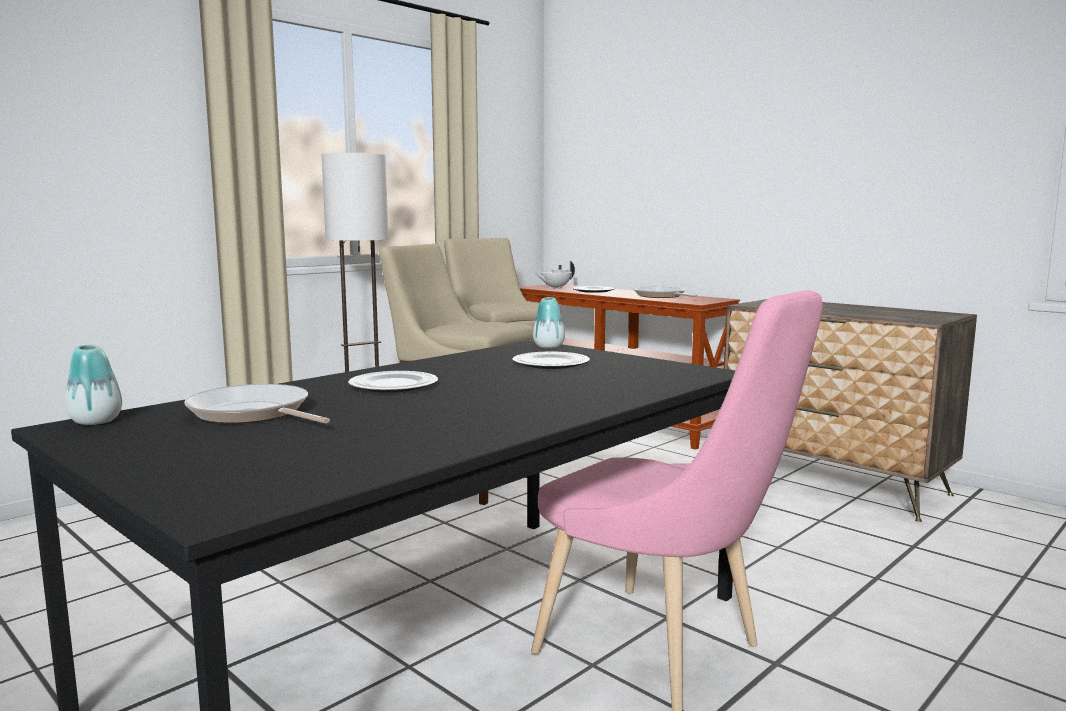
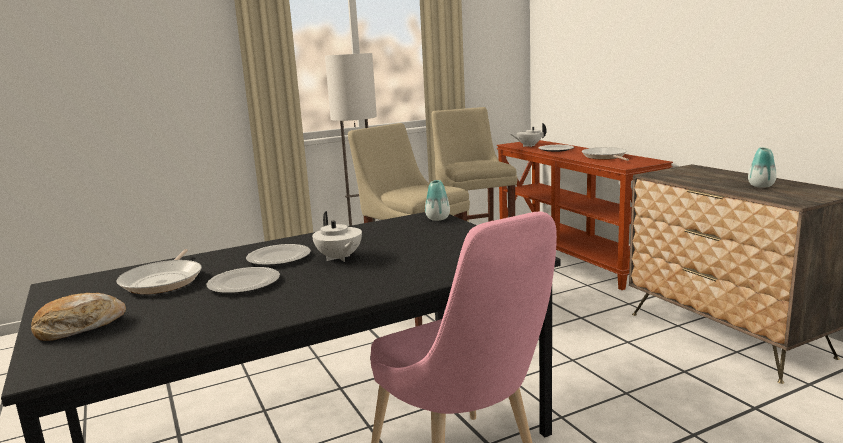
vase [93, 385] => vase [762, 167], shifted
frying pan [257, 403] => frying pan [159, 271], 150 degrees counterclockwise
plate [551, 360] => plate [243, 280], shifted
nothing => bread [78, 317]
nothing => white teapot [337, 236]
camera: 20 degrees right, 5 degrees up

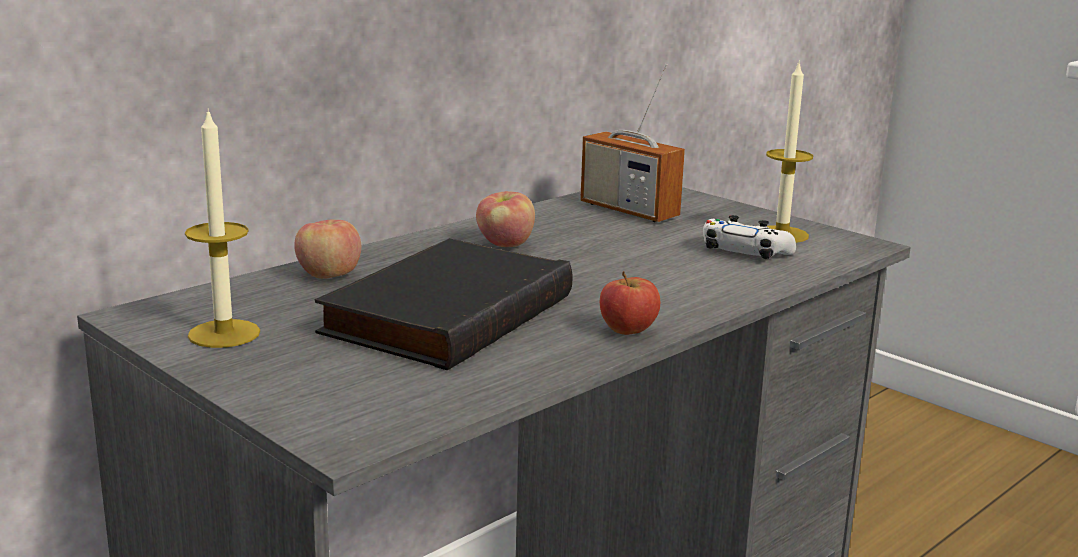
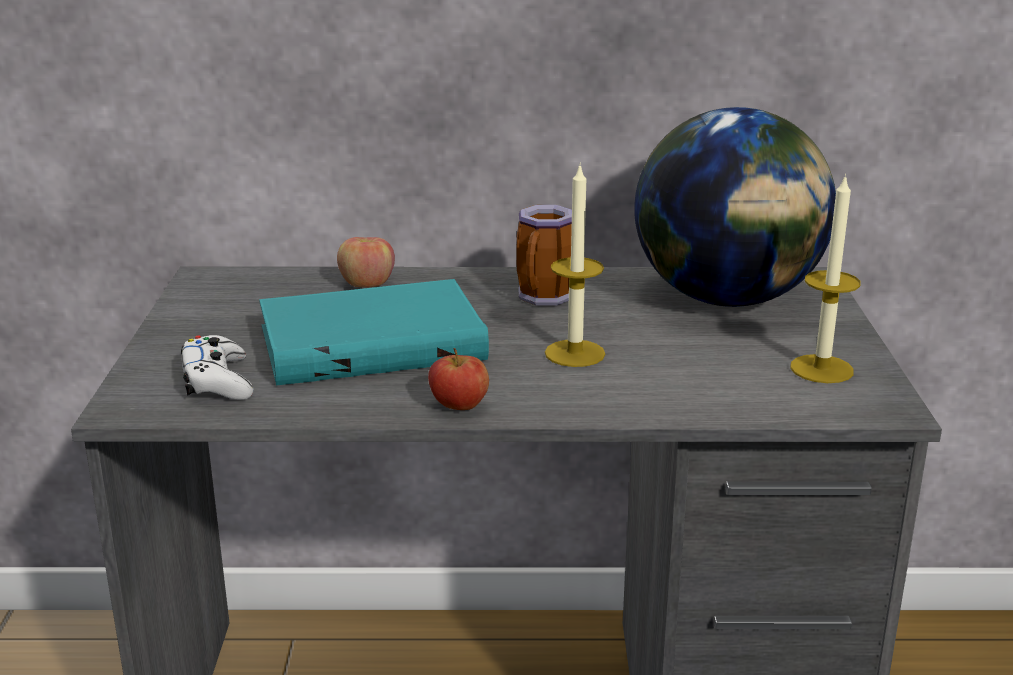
candle [222, 228] => candle [575, 265], shifted
black book [443, 304] => turquoise book [374, 332]
apple [505, 219] => mug [544, 255]
radio [632, 143] => globe [735, 207]
white game controller [749, 237] => white game controller [217, 367], shifted
camera: 45 degrees right, 5 degrees up

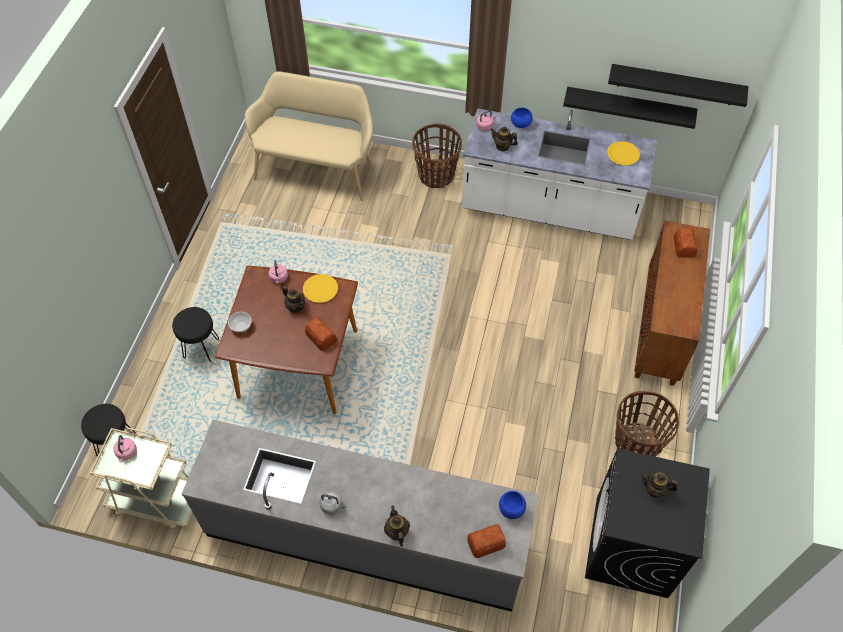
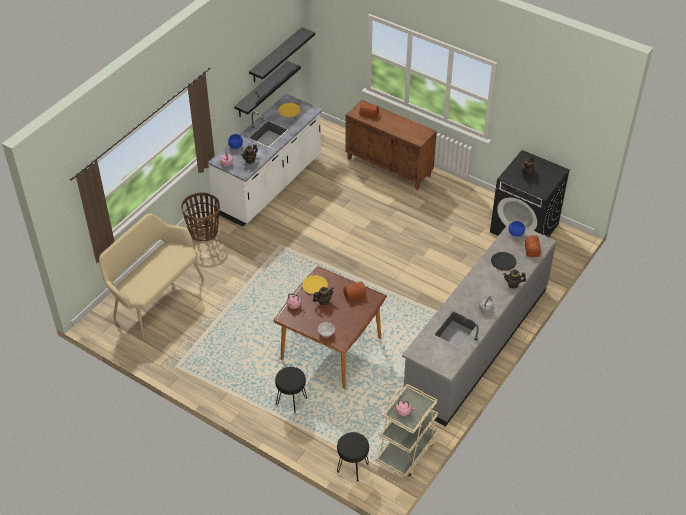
basket [647, 424] => nothing
nothing => black plate [503, 261]
camera: 70 degrees left, 10 degrees down

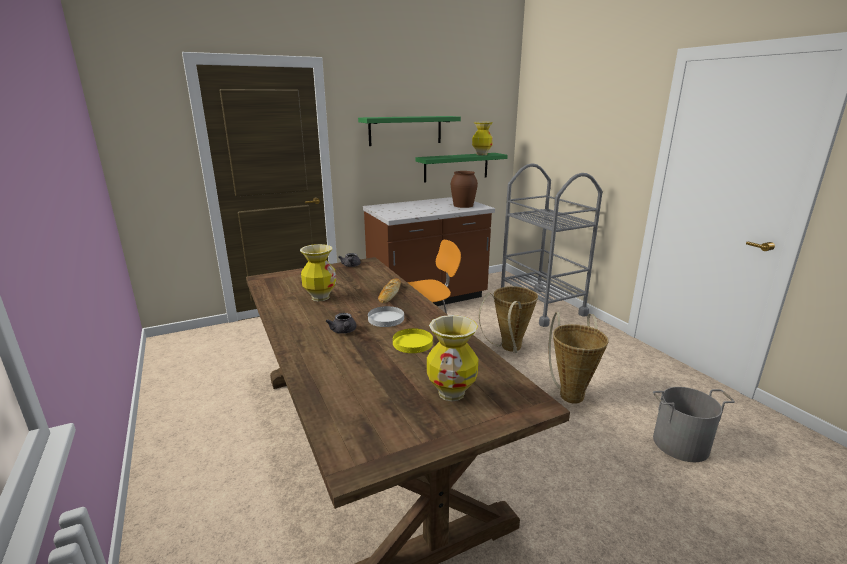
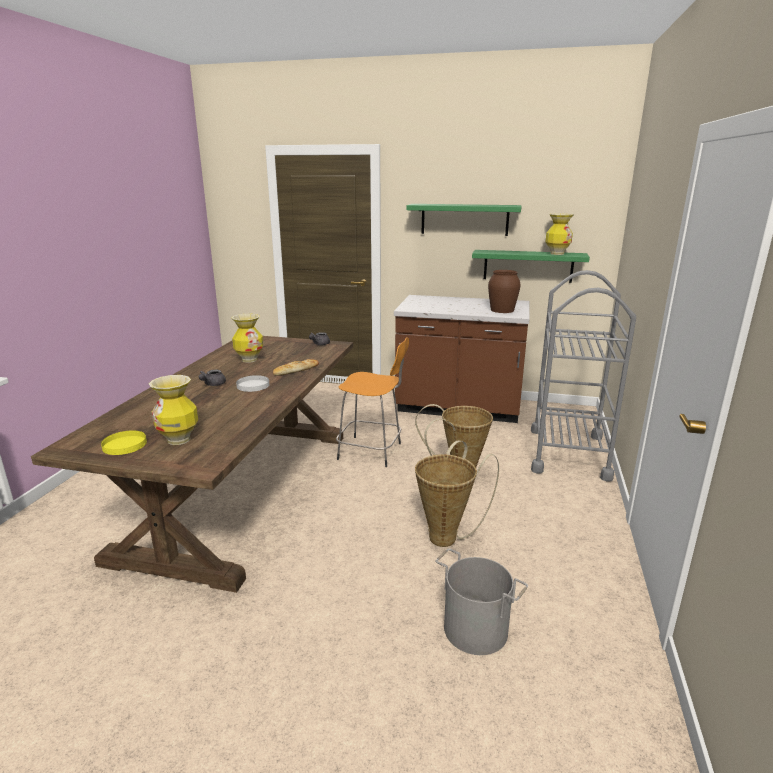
yellow plate [413, 340] => yellow plate [124, 442], shifted
camera: 40 degrees right, 0 degrees up

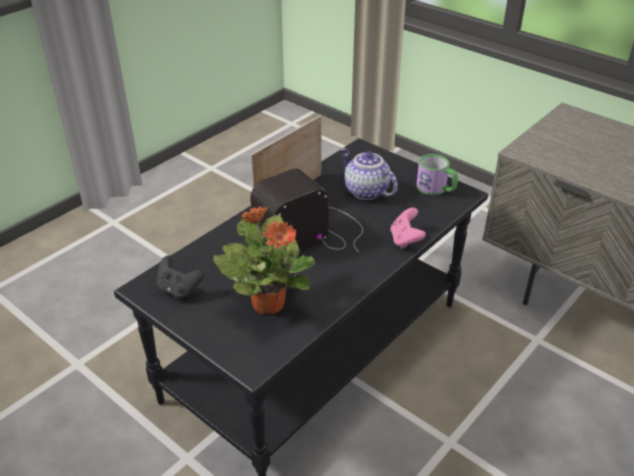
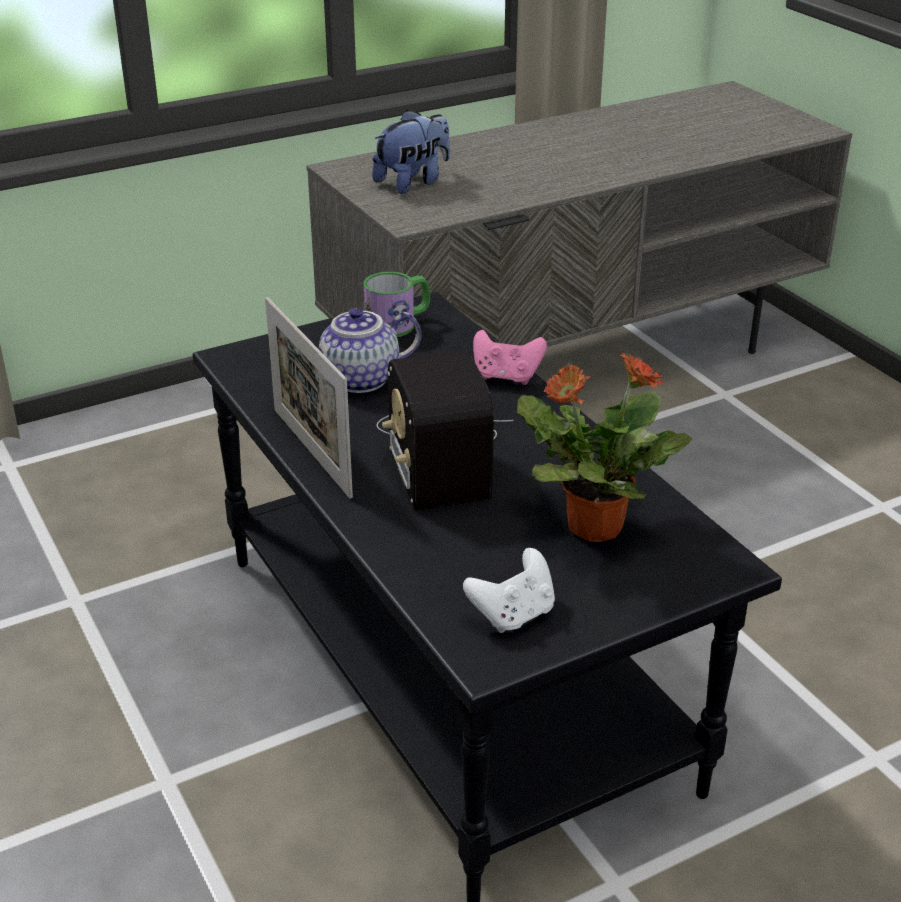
black game controller [180, 277] => white game controller [509, 590]
nothing => plush toy [411, 152]
camera: 70 degrees left, 5 degrees down

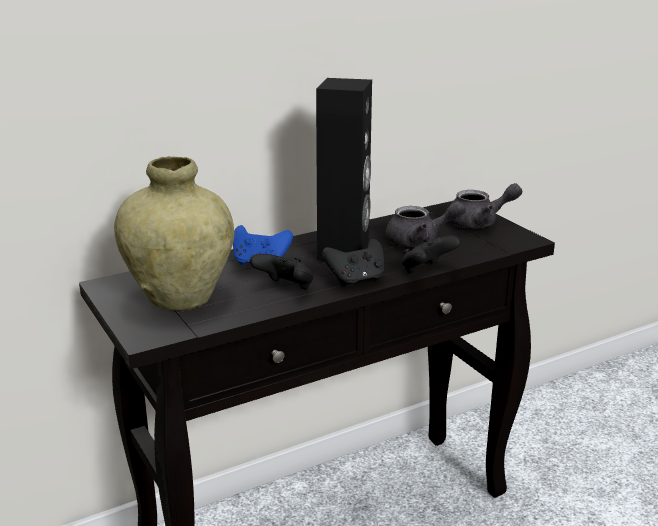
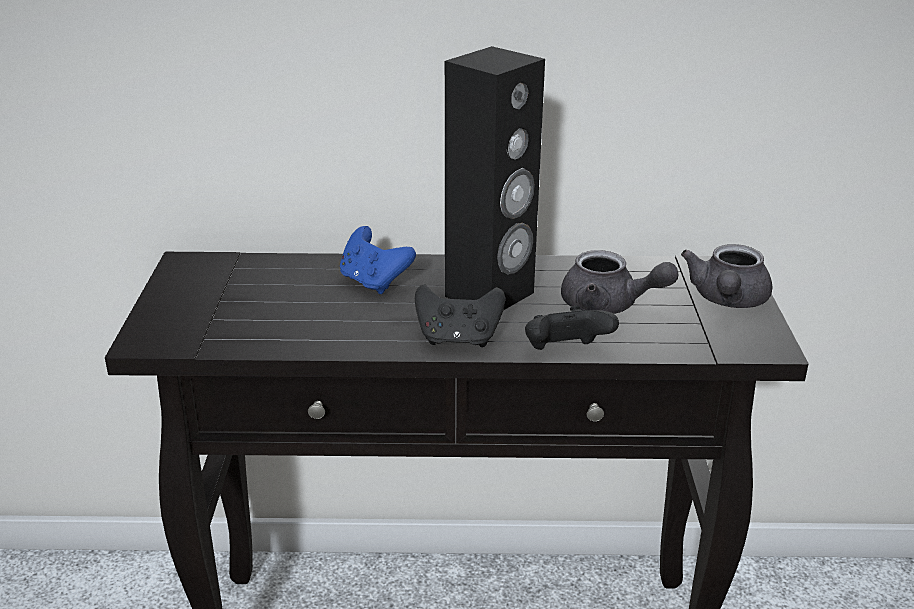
beige vase [174, 233] => nothing
black game controller [282, 271] => nothing
grey teapot [485, 206] => grey teapot [726, 276], 90 degrees clockwise
camera: 30 degrees right, 5 degrees up

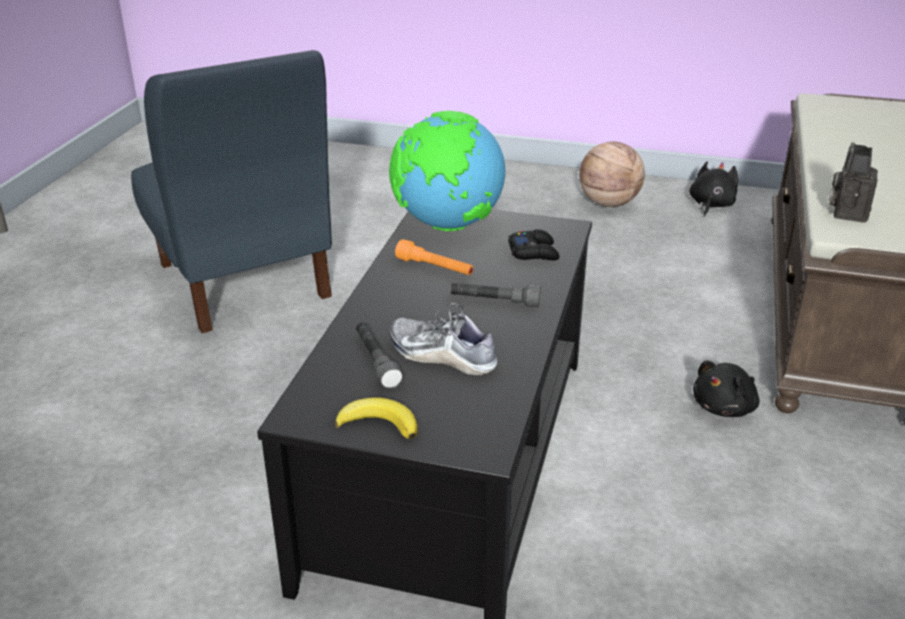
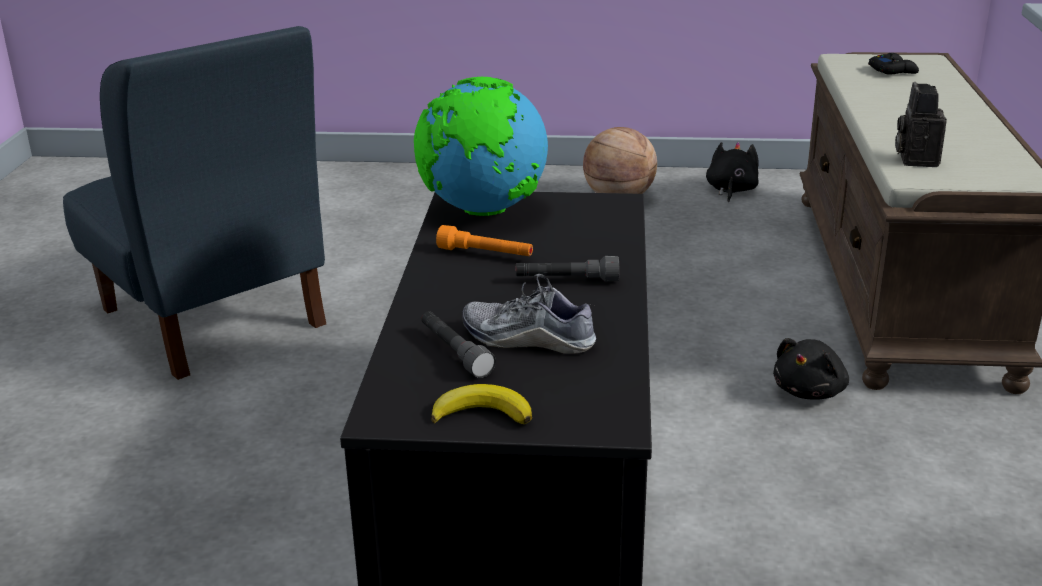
black game controller [534, 244] => black game controller [893, 64], shifted
camera: 10 degrees left, 5 degrees down

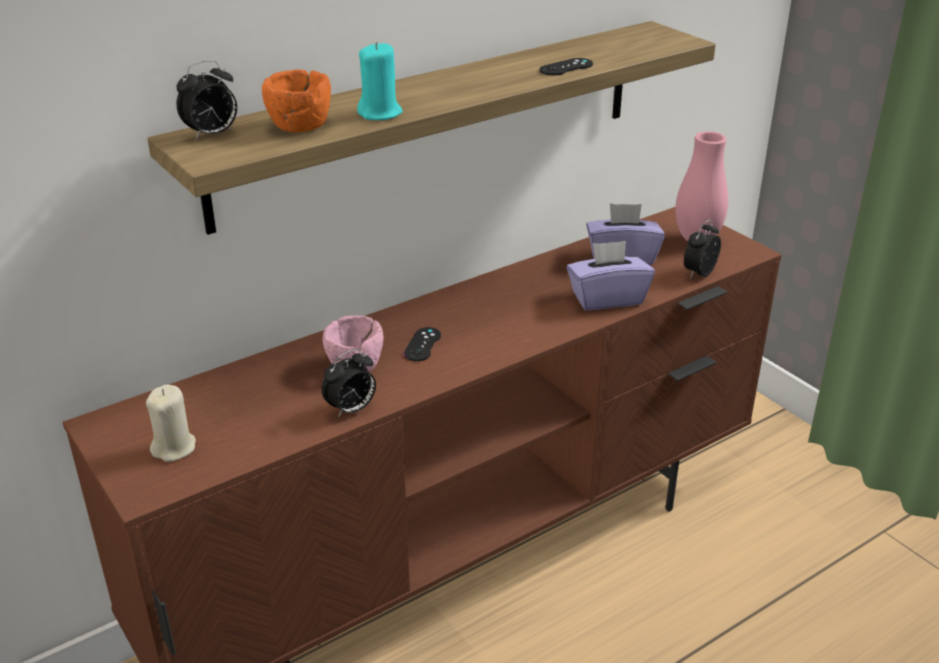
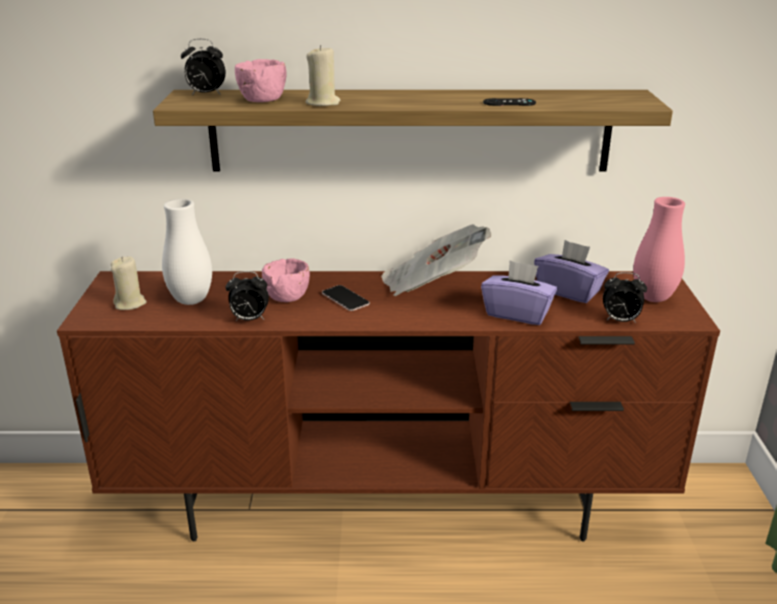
orange bowl [296, 101] => pink bowl [261, 80]
turquoise candle [380, 81] => beige candle [323, 75]
black game controller [422, 344] => phone [346, 298]
alarm clock [702, 249] => alarm clock [625, 297], 150 degrees counterclockwise
nothing => white vase [187, 252]
nothing => newspaper [436, 260]
camera: 35 degrees right, 5 degrees down

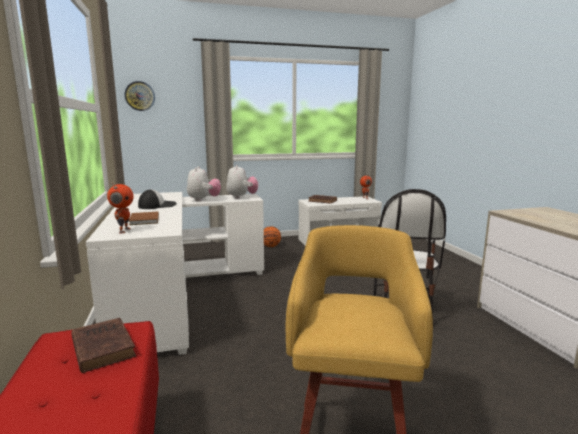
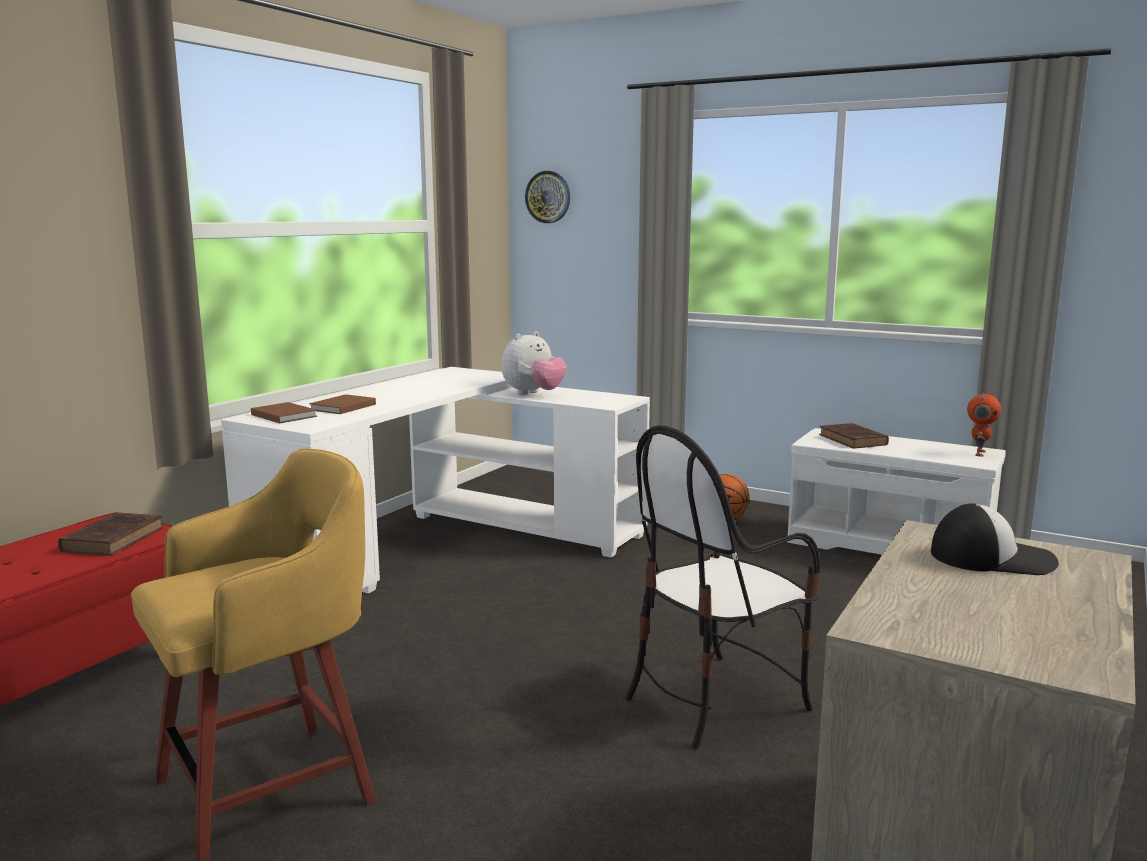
toy robot [120, 208] => brown book [284, 412]
cap [157, 199] => cap [995, 539], shifted
plush toy [242, 182] => nothing
camera: 45 degrees right, 0 degrees up

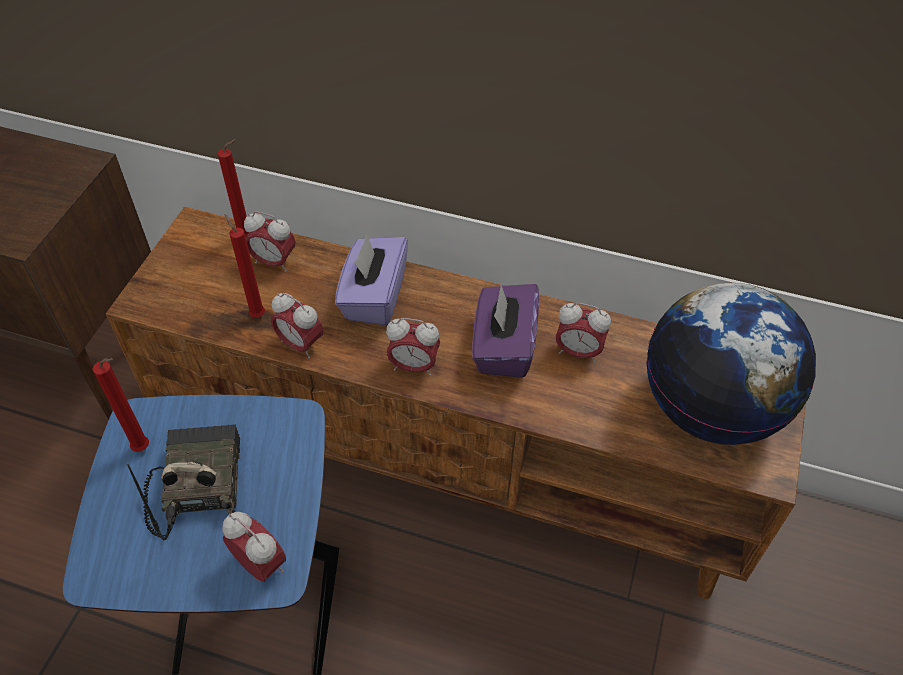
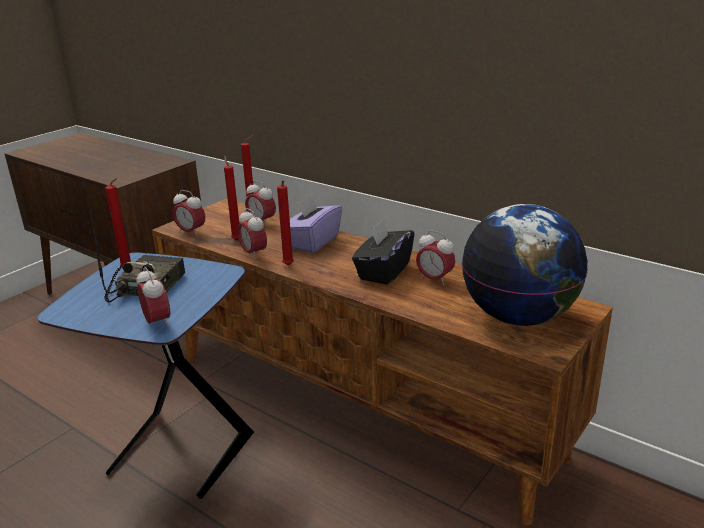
alarm clock [413, 347] => alarm clock [189, 213], shifted
purple tissue box [505, 331] => black tissue box [383, 252]
nothing => red candle [285, 223]
camera: 20 degrees right, 25 degrees down

